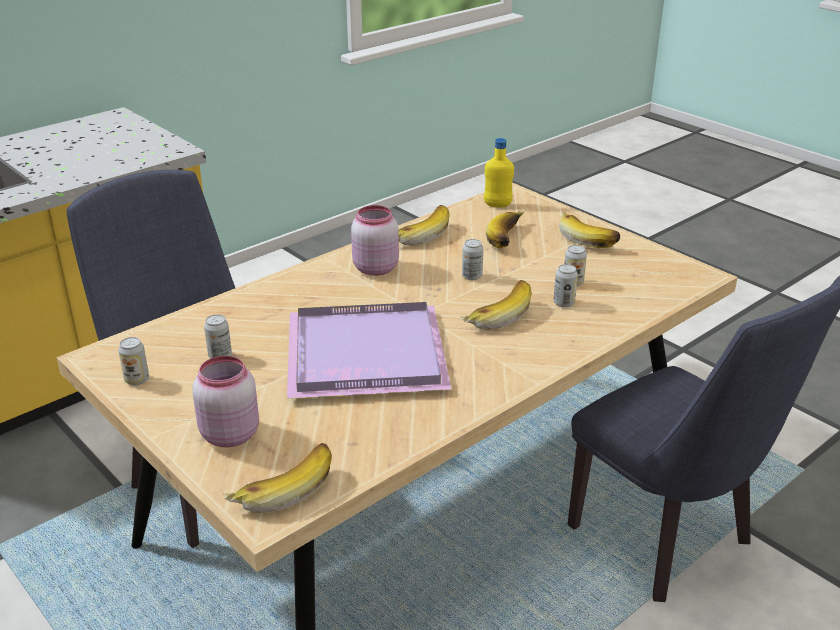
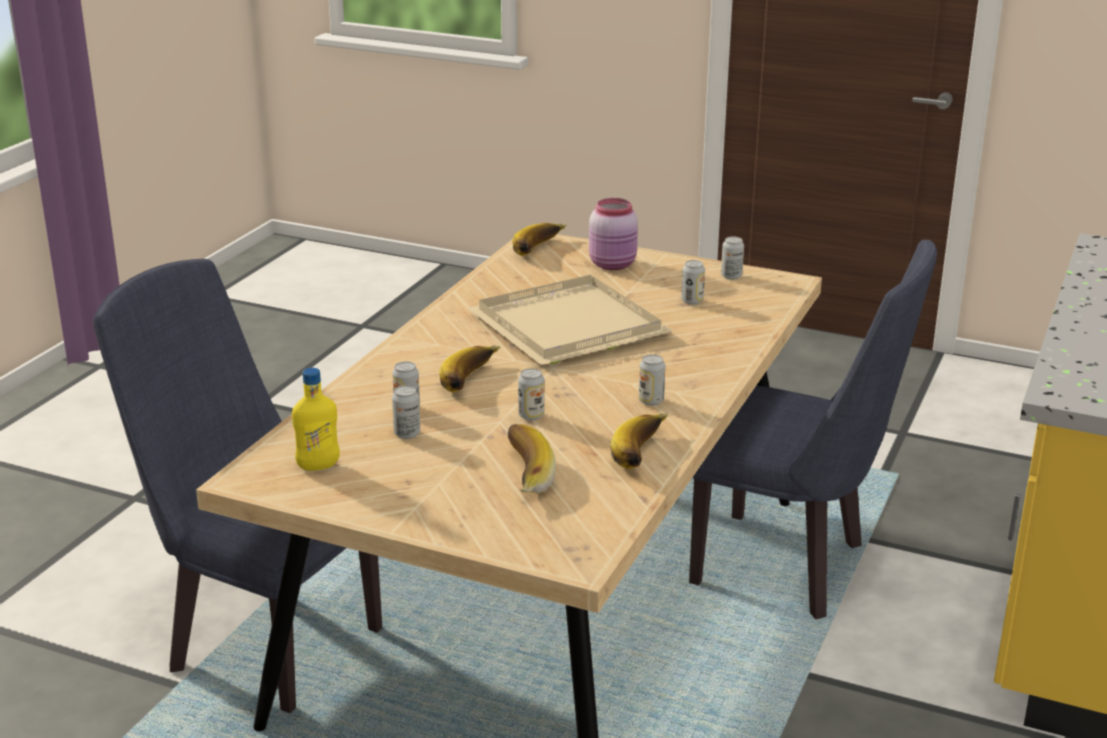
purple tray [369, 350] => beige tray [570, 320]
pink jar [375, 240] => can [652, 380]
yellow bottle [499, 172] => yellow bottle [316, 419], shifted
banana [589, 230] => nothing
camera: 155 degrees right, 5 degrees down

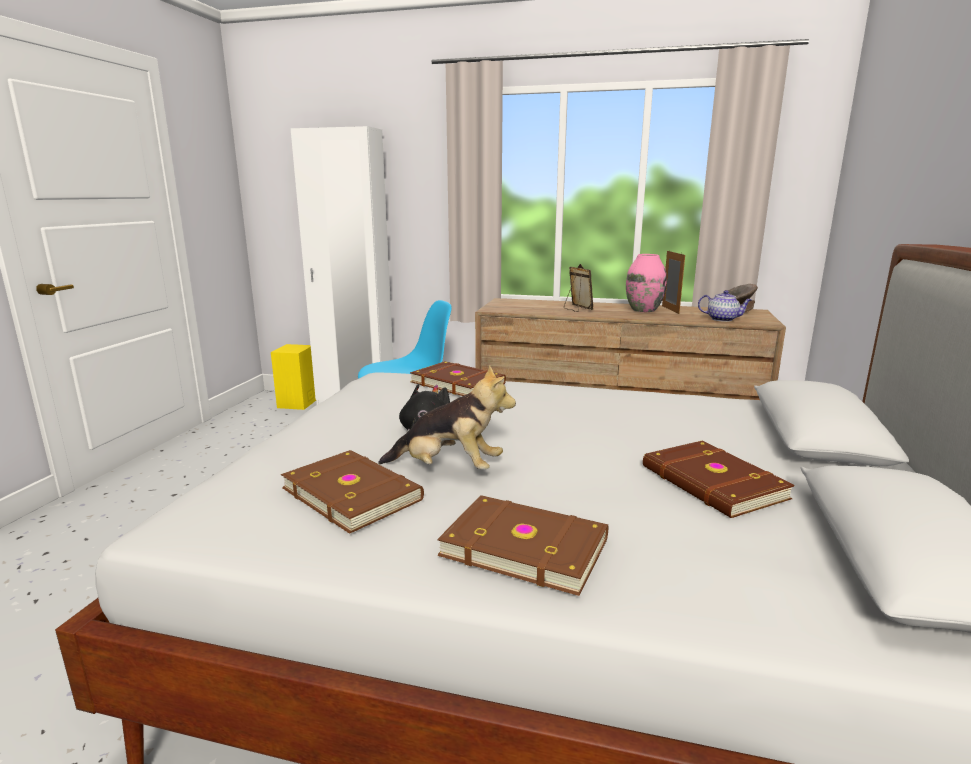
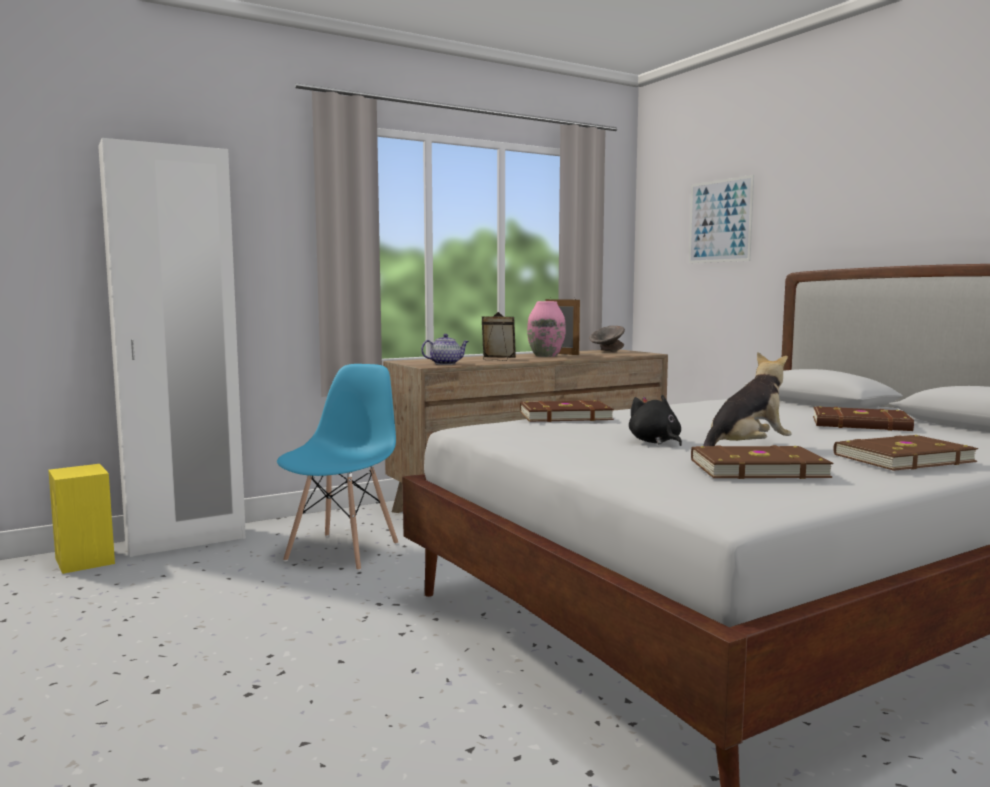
teapot [725, 306] => teapot [445, 349], shifted
nothing => picture [721, 219]
camera: 45 degrees left, 10 degrees down

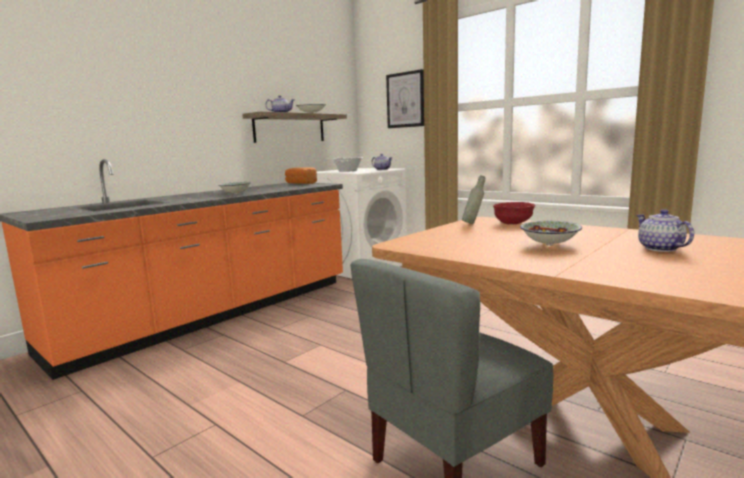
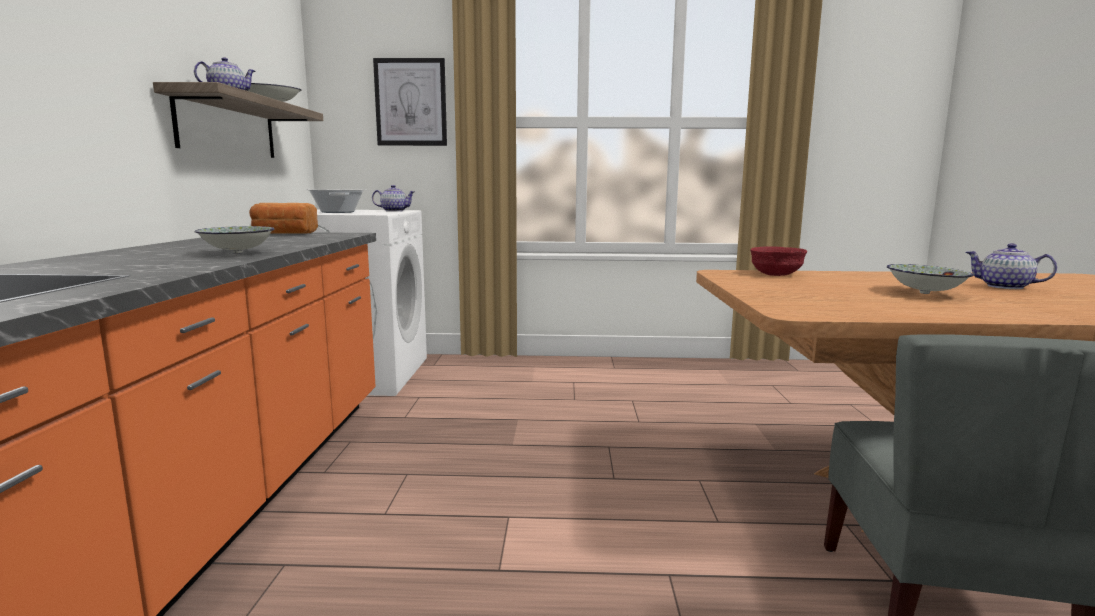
grey bottle [473, 199] => nothing
camera: 40 degrees left, 0 degrees up

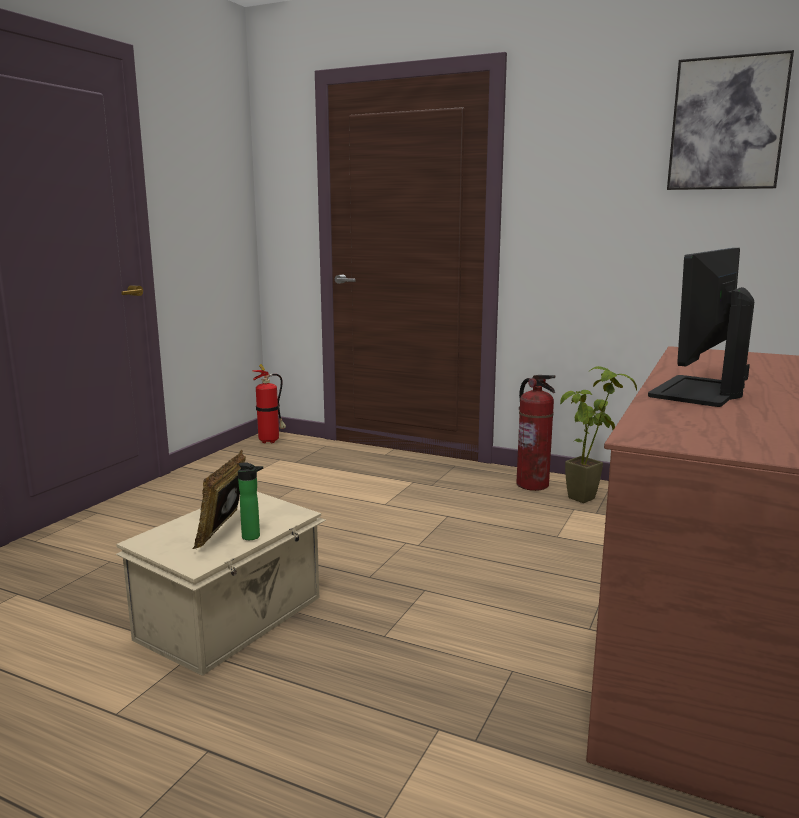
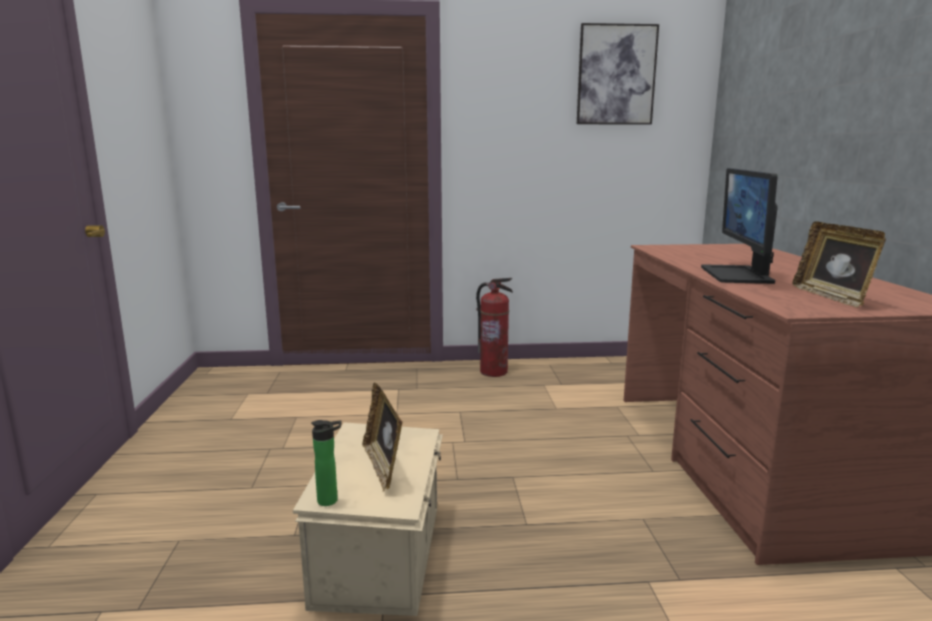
bottle [250, 501] => bottle [326, 463], shifted
fire extinguisher [269, 403] => nothing
potted plant [598, 434] => nothing
nothing => picture frame [839, 264]
camera: 30 degrees left, 0 degrees up

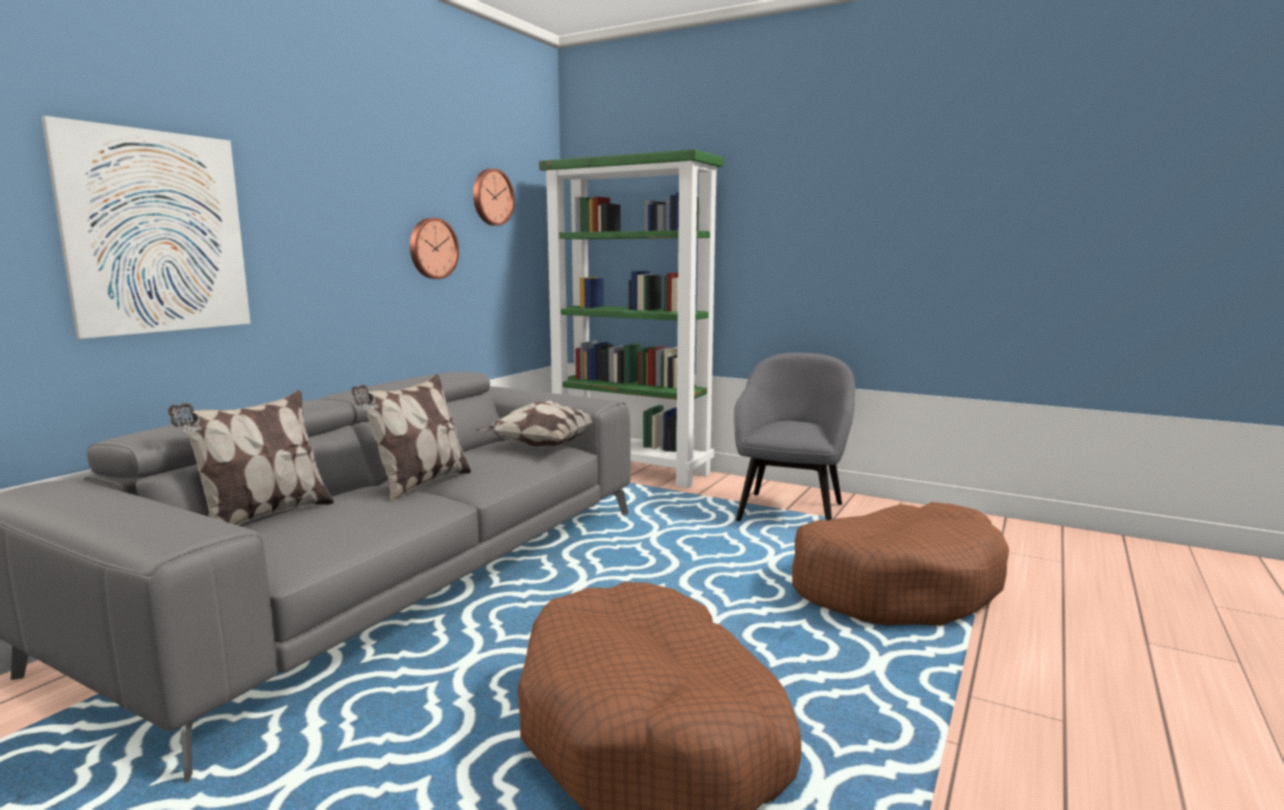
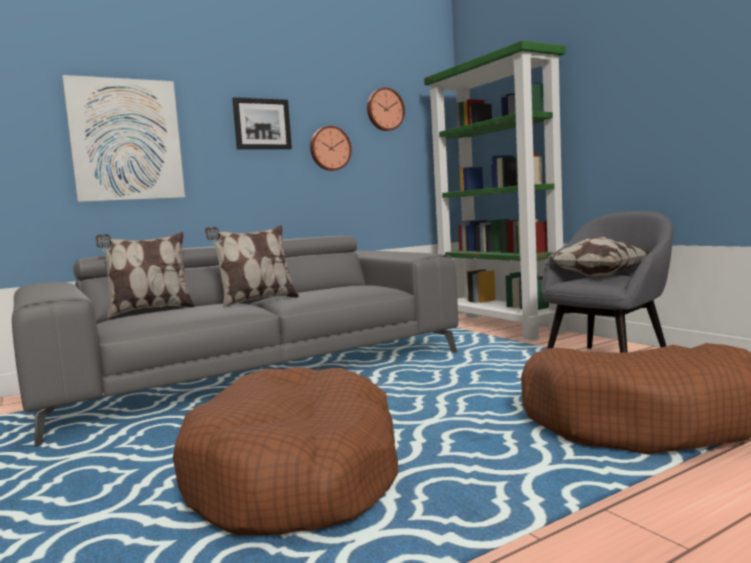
pillow [533, 423] => pillow [595, 257], shifted
nothing => picture [262, 123]
camera: 30 degrees right, 5 degrees down

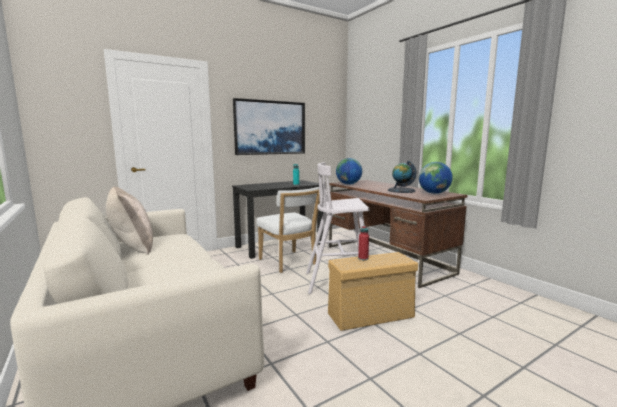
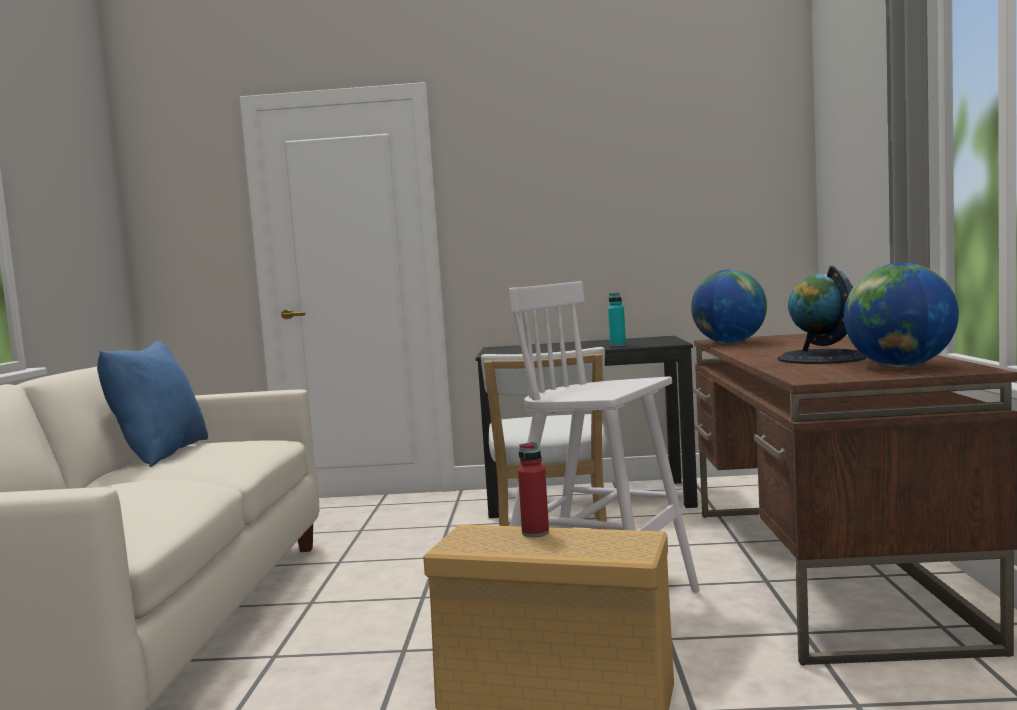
beige pillow [129, 220] => blue pillow [152, 404]
picture [269, 126] => nothing
camera: 35 degrees right, 5 degrees down

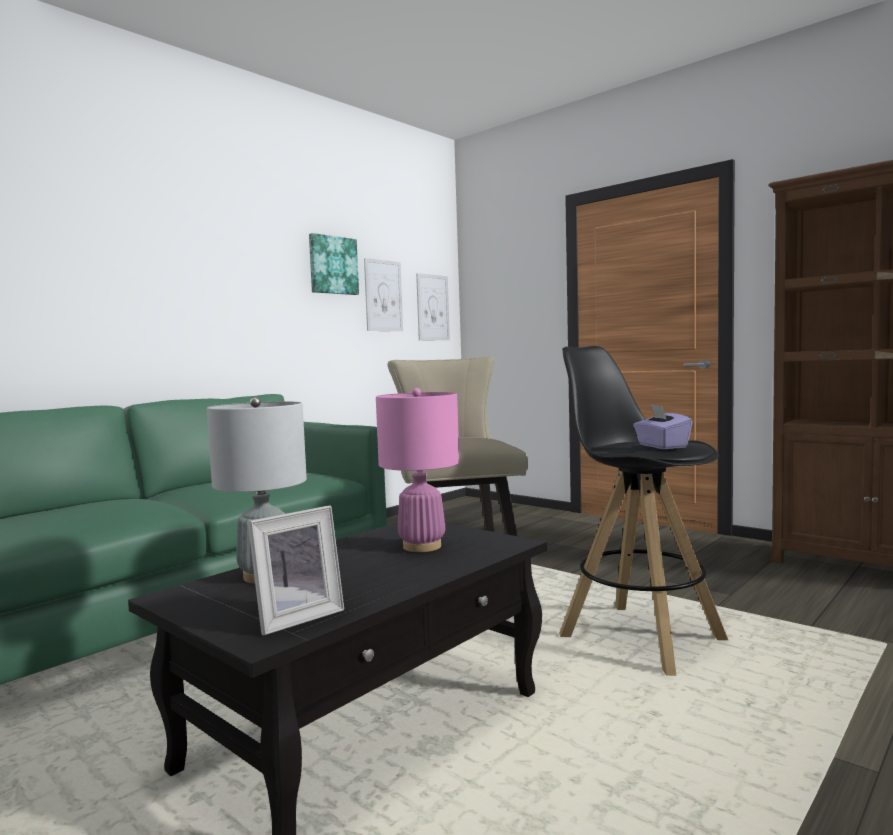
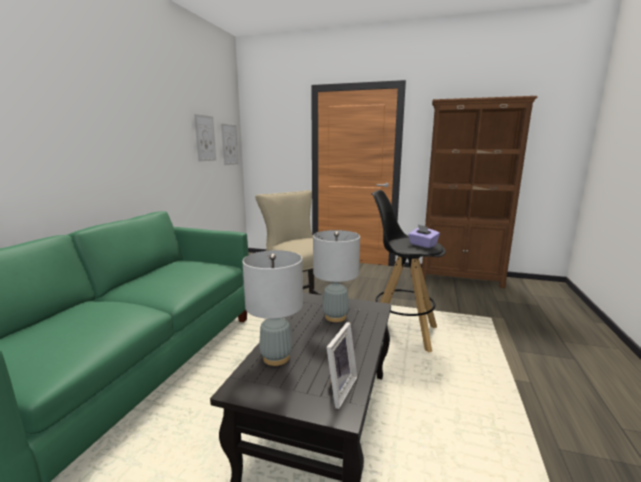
picture [334, 264] => nothing
pink table lamp [417, 470] => grey table lamp [336, 276]
camera: 25 degrees left, 10 degrees up

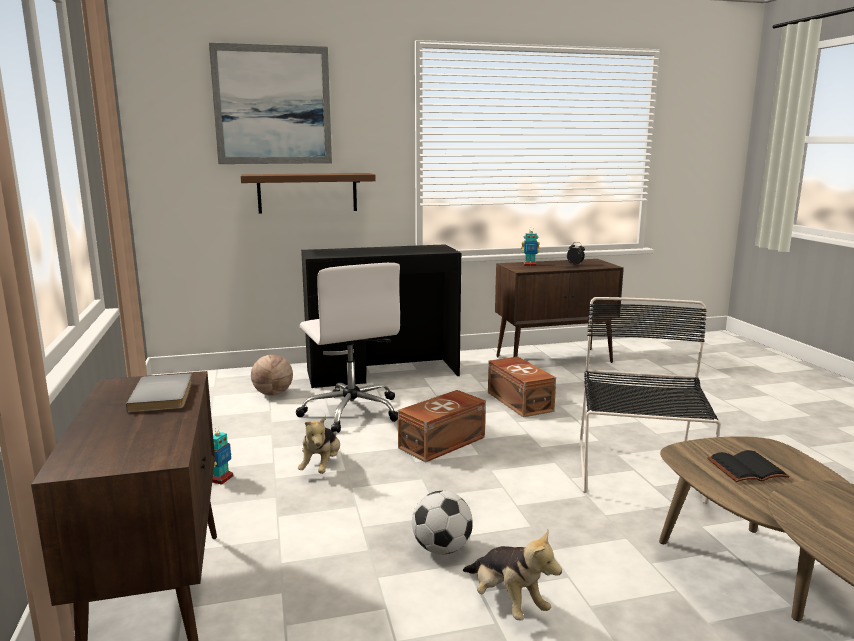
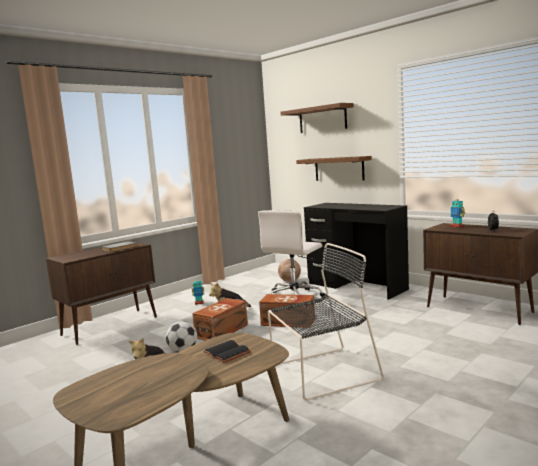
picture [270, 103] => brown shelf [317, 118]
brown storage box [522, 387] => brown storage box [220, 319], shifted
camera: 60 degrees right, 5 degrees down

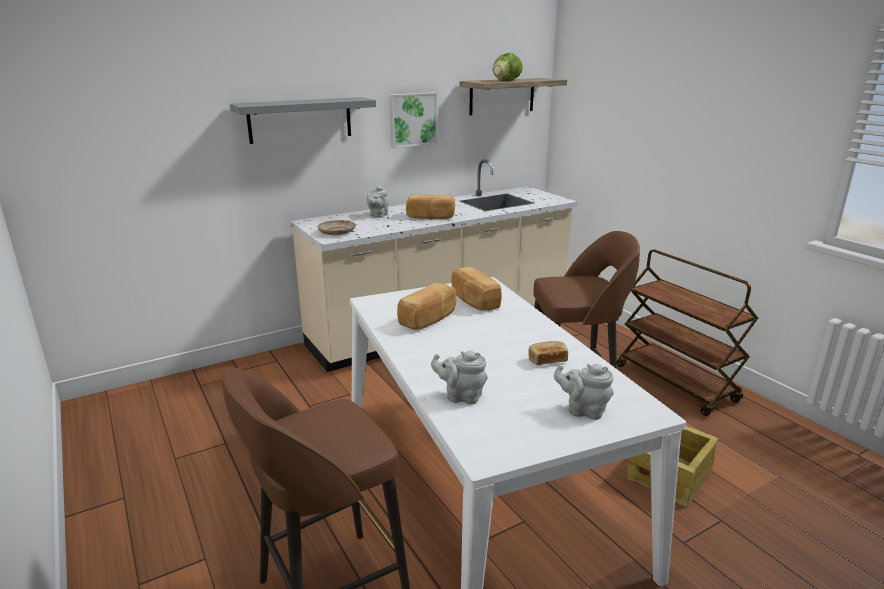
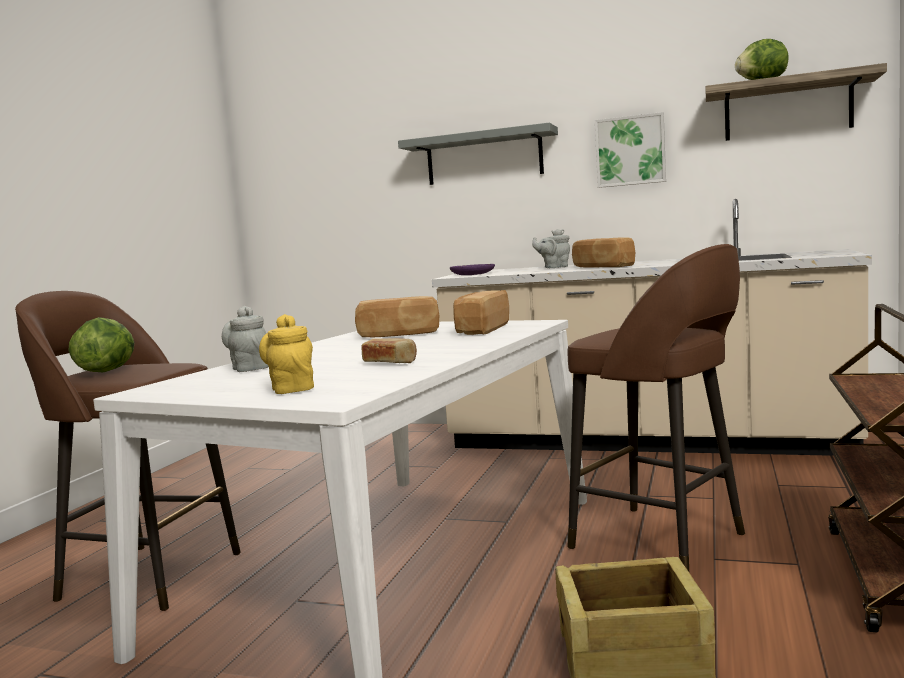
beige plate [336, 227] => purple plate [472, 269]
grey teapot [584, 392] => yellow teapot [286, 354]
nothing => lettuce [101, 344]
camera: 50 degrees right, 15 degrees down

